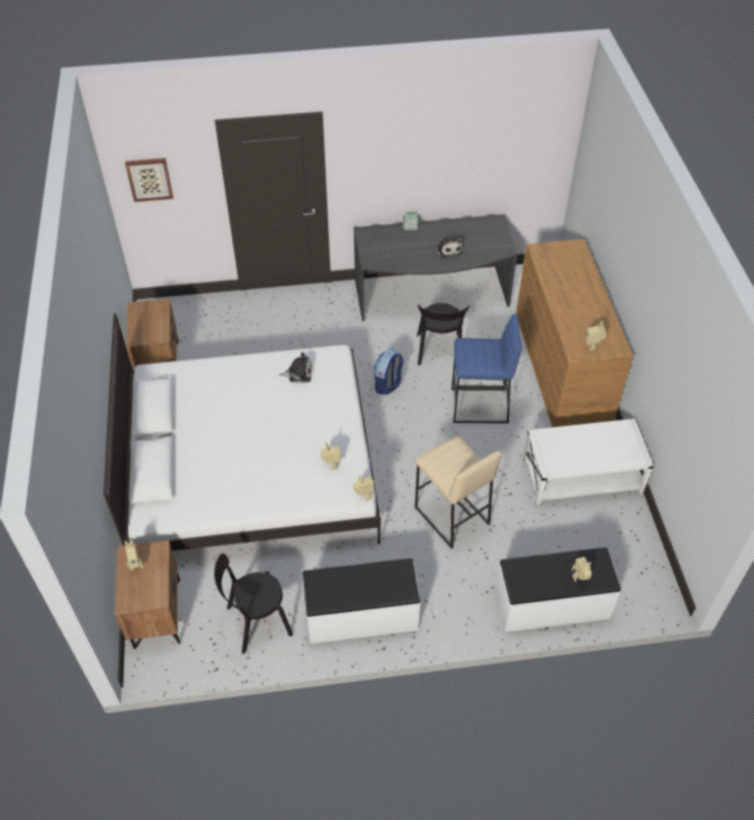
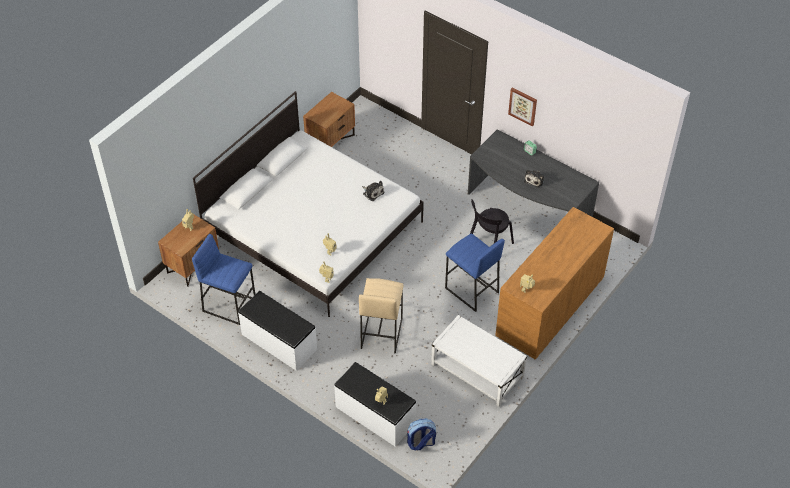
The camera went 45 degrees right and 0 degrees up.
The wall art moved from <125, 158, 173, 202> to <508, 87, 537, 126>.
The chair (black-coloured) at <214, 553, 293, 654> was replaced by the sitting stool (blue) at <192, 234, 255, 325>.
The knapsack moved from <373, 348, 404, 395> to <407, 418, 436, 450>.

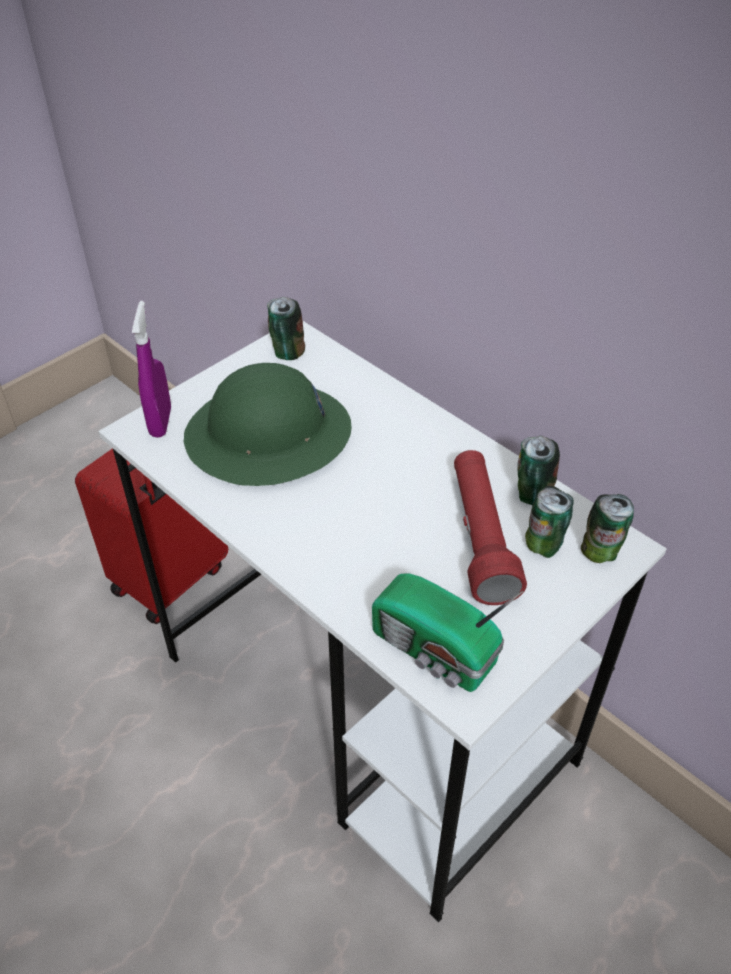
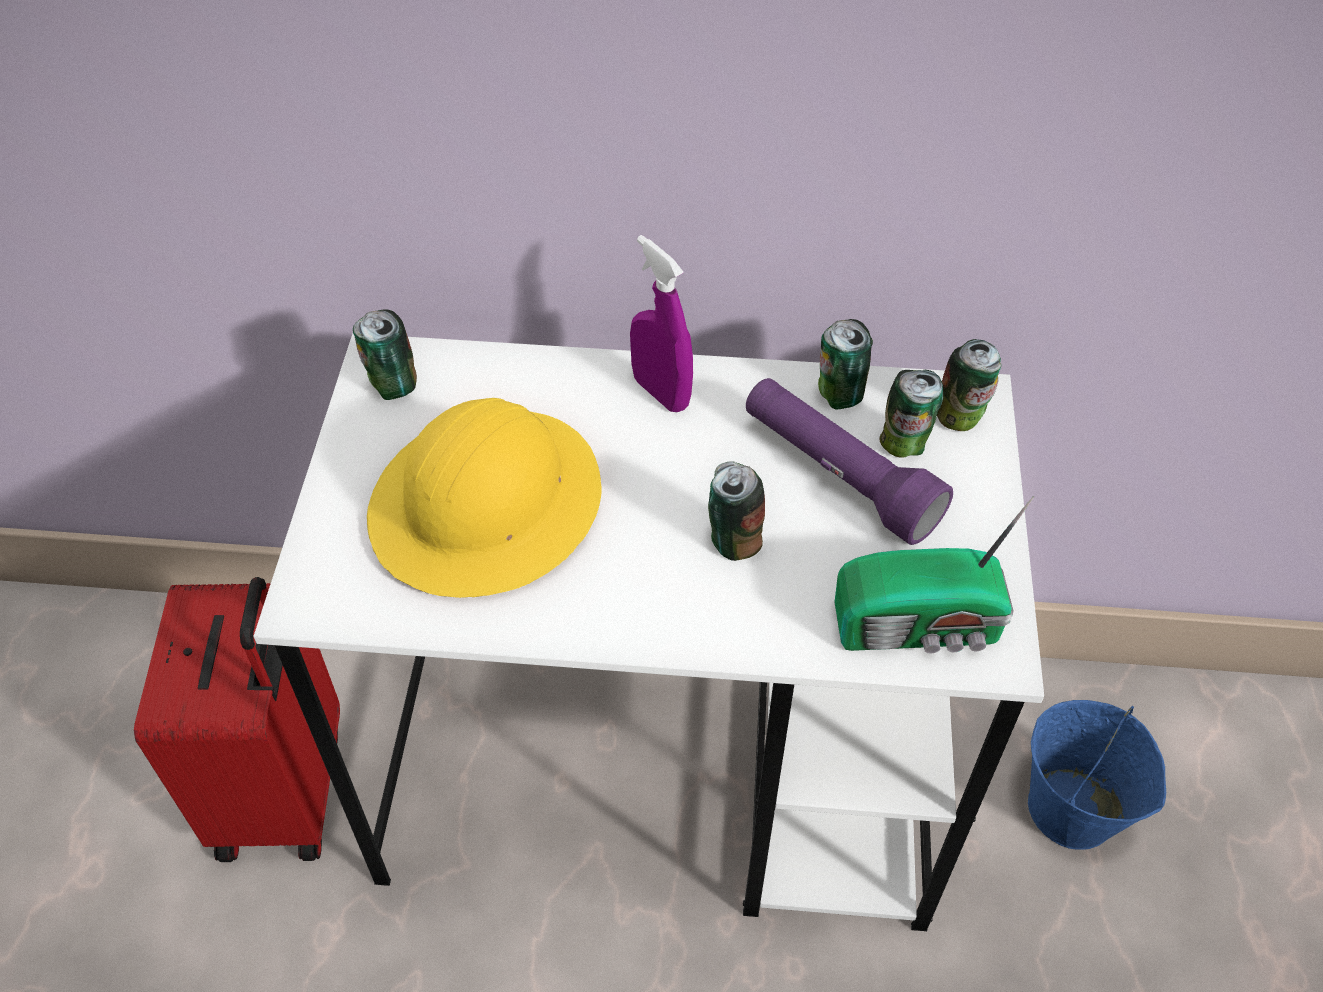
The camera went 40 degrees left and 5 degrees up.
The hand sprayer (purple) moved from <132, 301, 171, 438> to <630, 235, 693, 412>.
The safety helmet (green) at <183, 363, 352, 486> became the safety helmet (yellow) at <367, 398, 602, 598>.
The flashlight (reddish) at <454, 450, 527, 605> became the flashlight (purple) at <746, 378, 953, 545>.
The metal can at <708, 461, 765, 561> appeared.
The pail (blue) at <1028, 700, 1166, 850> appeared.

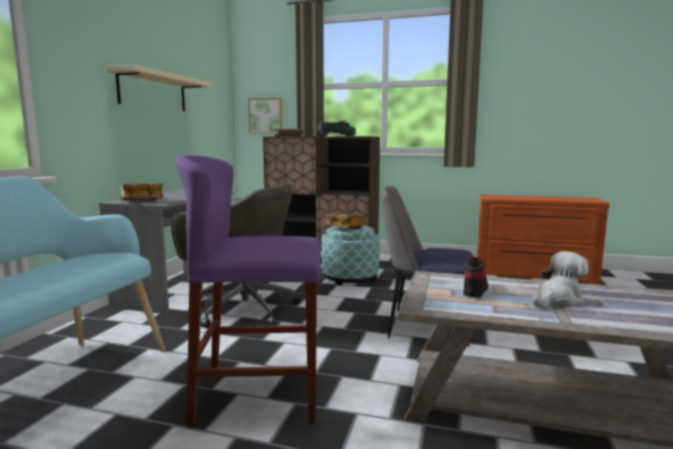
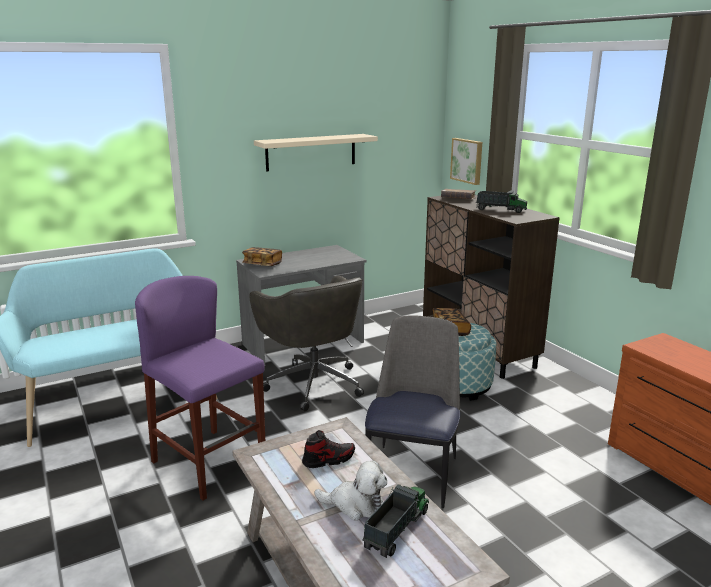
The camera went 45 degrees right and 10 degrees up.
The chair at <381, 186, 474, 346> turned 45 degrees clockwise.
The toy truck at <363, 484, 429, 558> appeared.

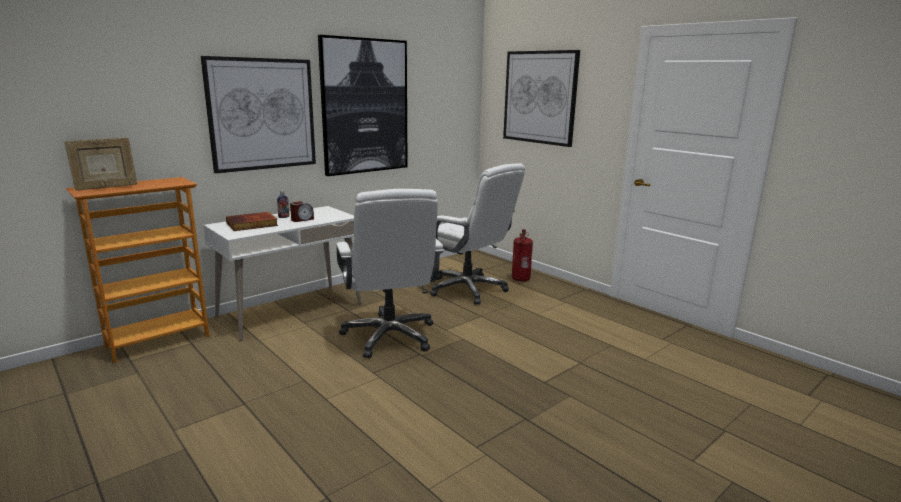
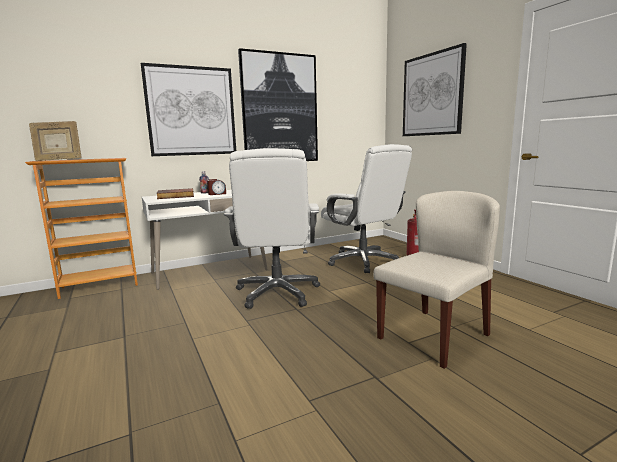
The camera went 15 degrees right and 5 degrees down.
The chair (beige-coloured) at <373, 191, 500, 369> appeared.

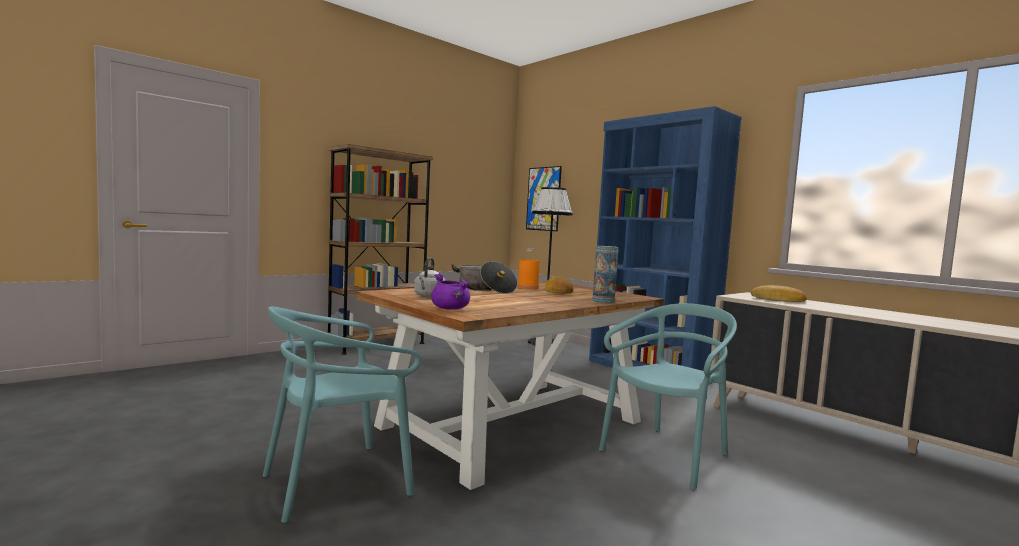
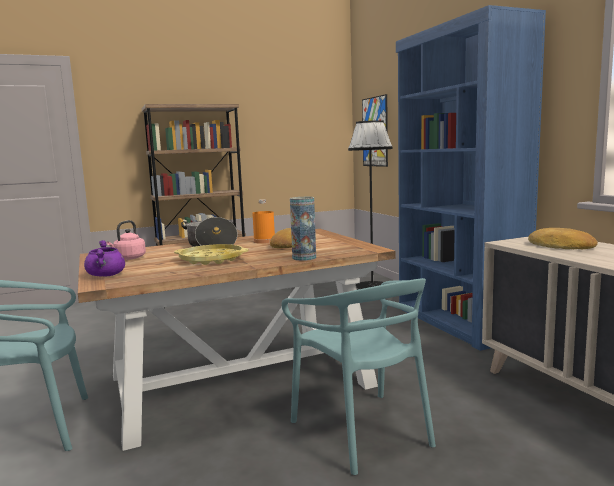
The camera went 20 degrees right and 5 degrees up.
The water kettle (greyish) at <414, 257, 446, 297> became the water kettle (pinkish) at <107, 220, 146, 260>.
The chair (blue-green) at <599, 303, 737, 490> turned 90 degrees clockwise.
The serving tray (yellow) at <174, 244, 248, 265> appeared.

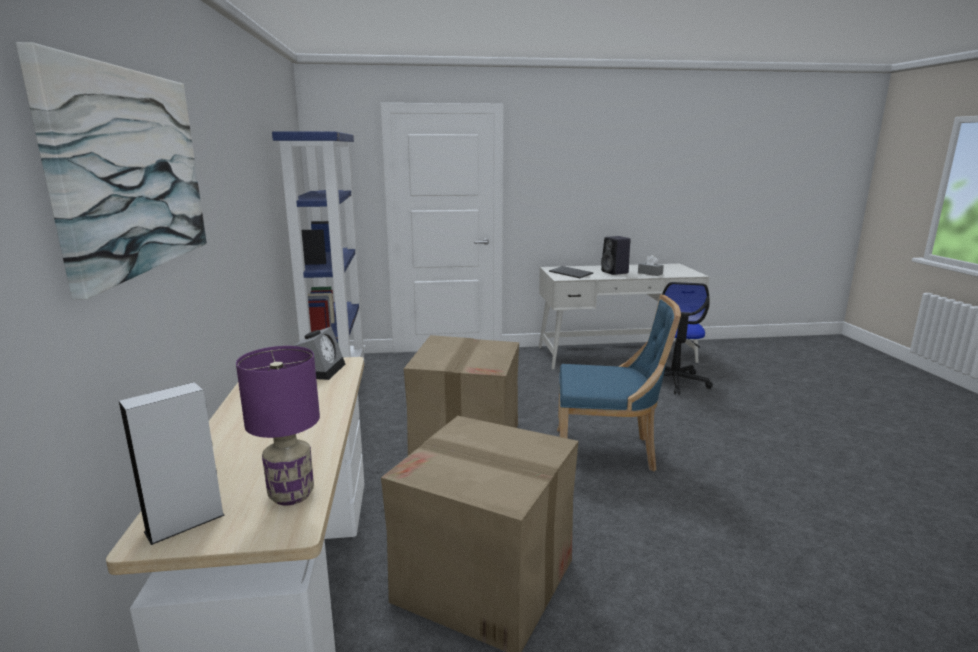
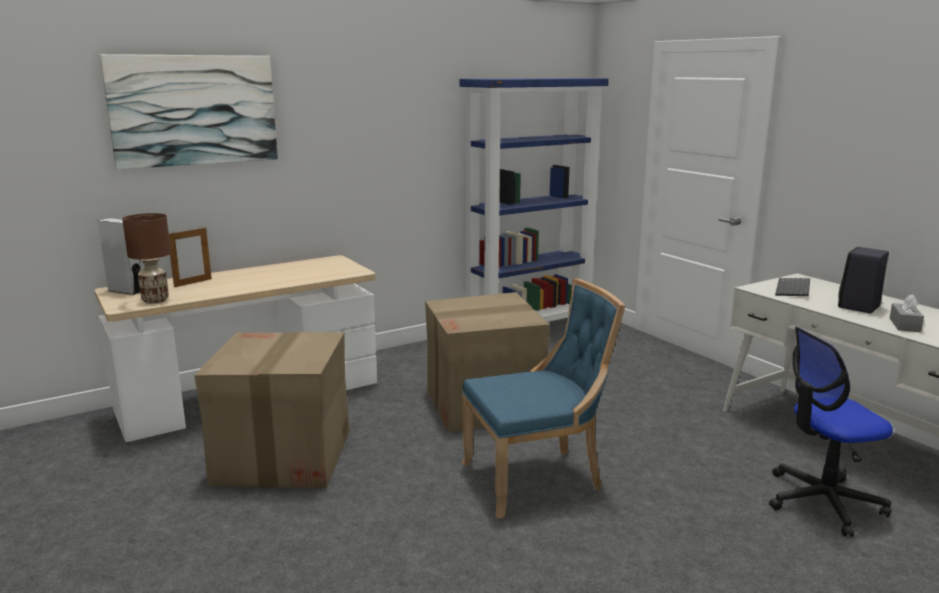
The camera went 65 degrees right and 0 degrees up.
The lamp for a table (purple) at <236, 346, 320, 505> became the lamp for a table (brownish) at <122, 213, 171, 304>.
The table clock at <294, 327, 345, 380> disappeared.
The chair (blue) at <557, 294, 681, 471> turned 90 degrees counterclockwise.
The standing frame at <169, 228, 212, 287> appeared.

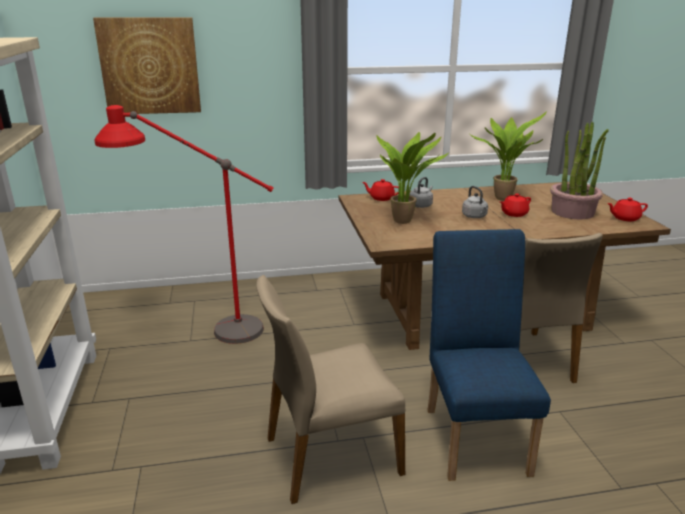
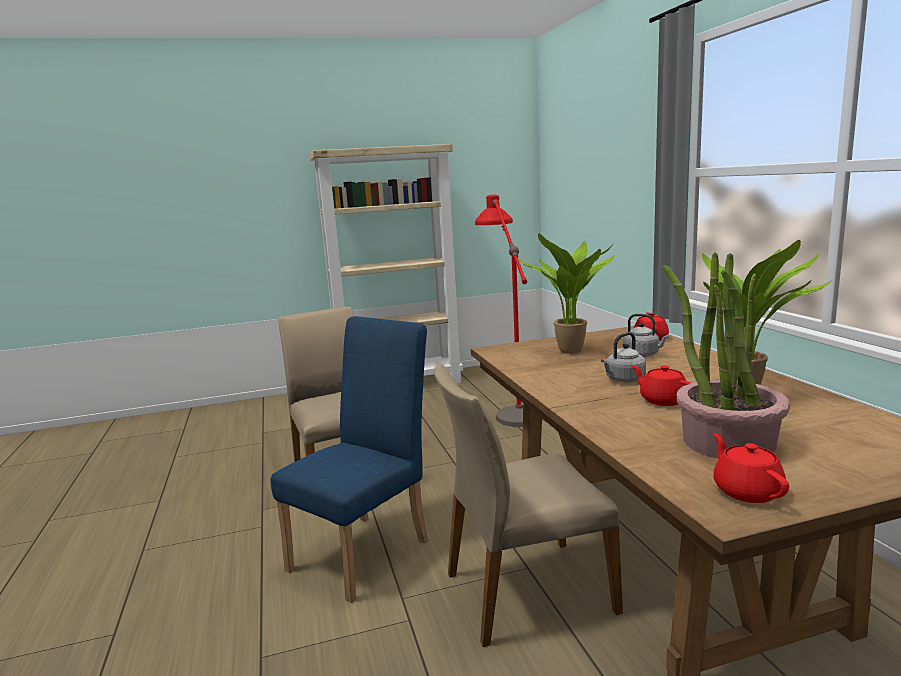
The camera went 85 degrees right and 10 degrees down.
The wall art at <93, 18, 201, 114> disappeared.
The chair (blue) at <428, 229, 551, 481> turned 45 degrees counterclockwise.

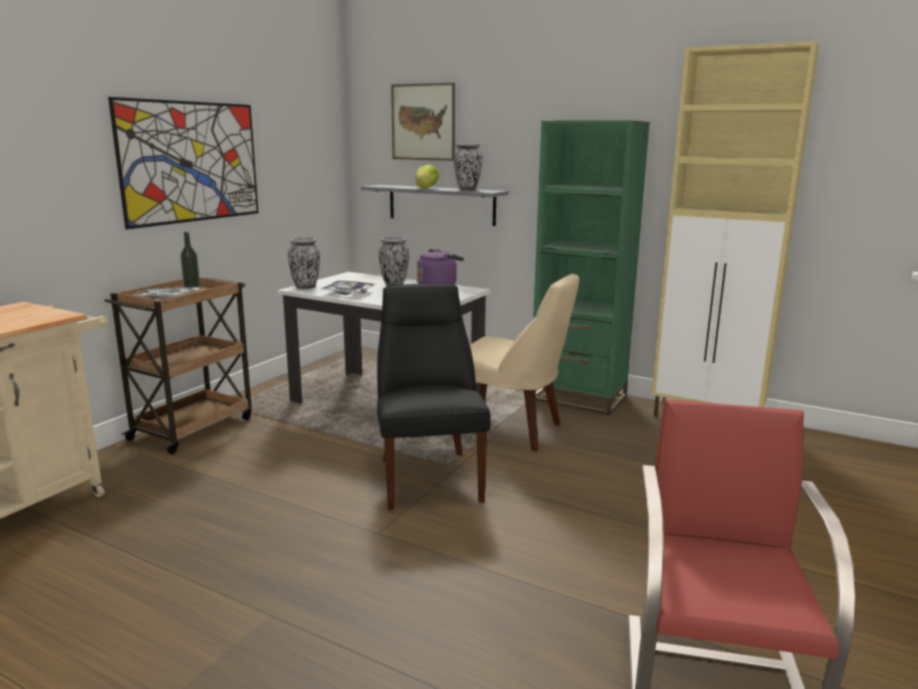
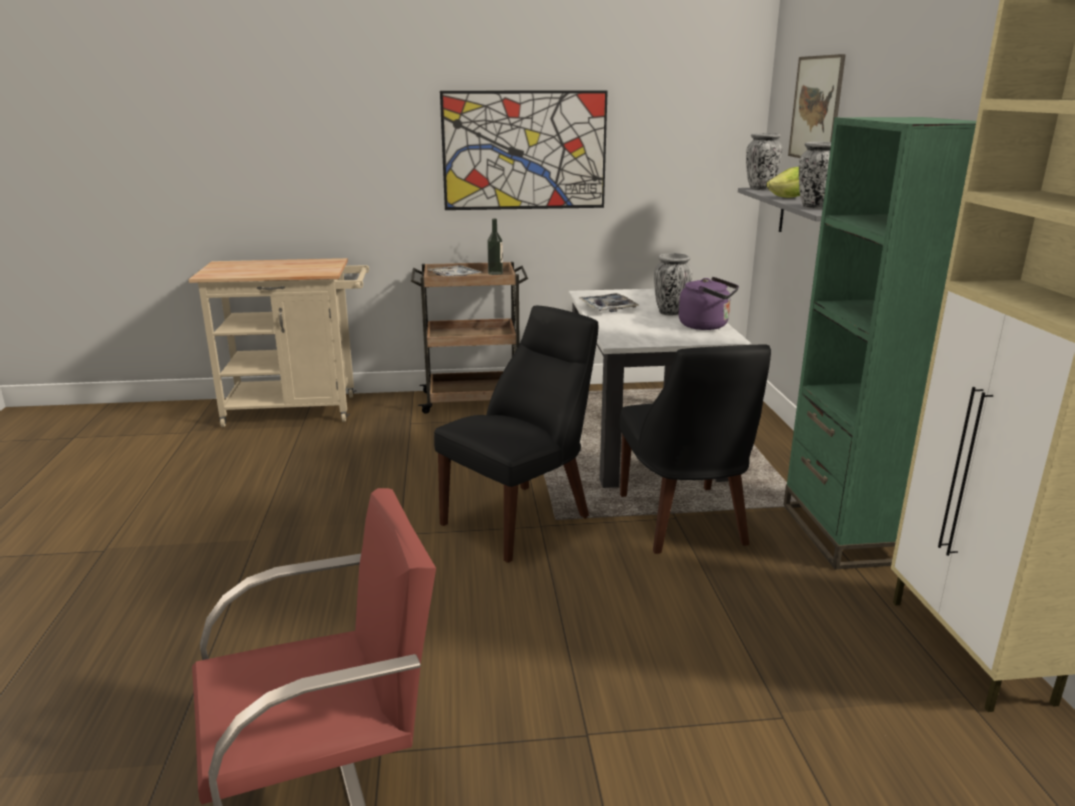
The camera went 55 degrees right and 5 degrees up.
The decorative vase moved from <288, 237, 320, 289> to <746, 133, 782, 190>.
The chair (beige-coloured) at <470, 274, 579, 451> became the chair (black-coloured) at <619, 345, 771, 554>.

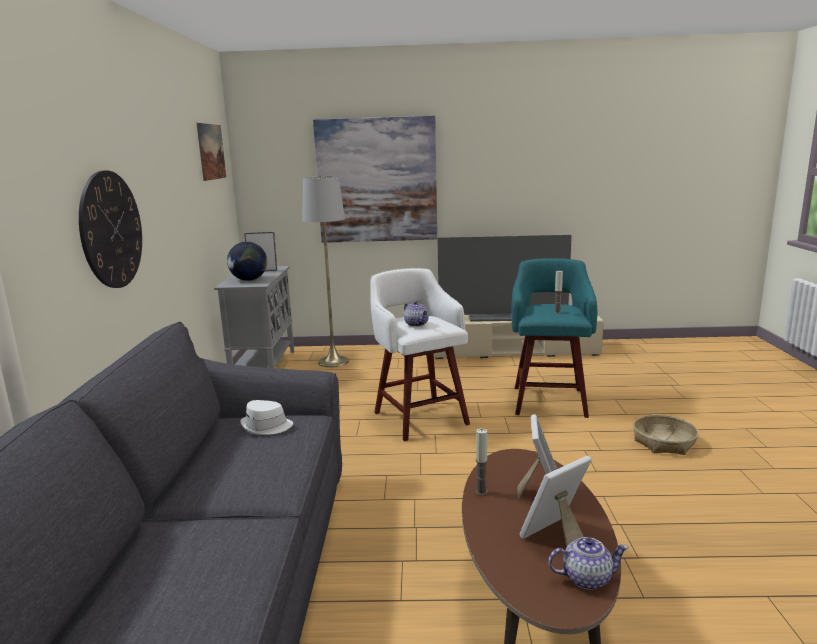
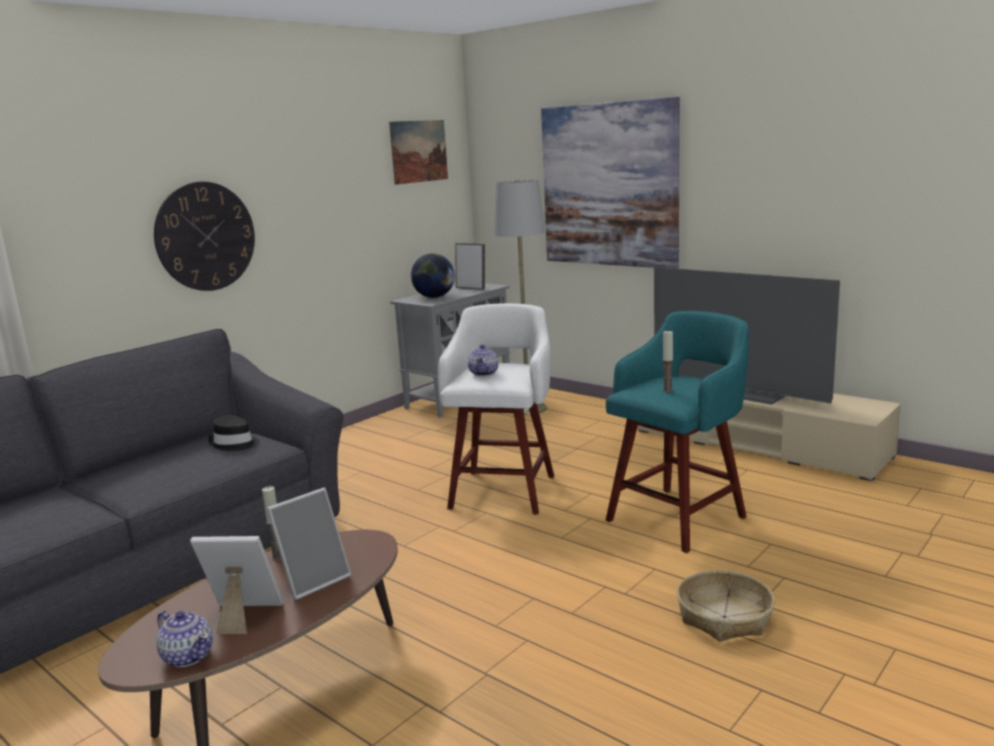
The camera went 40 degrees right and 0 degrees up.
The wearable hat (whitish) at <240, 400, 293, 435> became the wearable hat (black-coloured) at <208, 415, 259, 451>.

